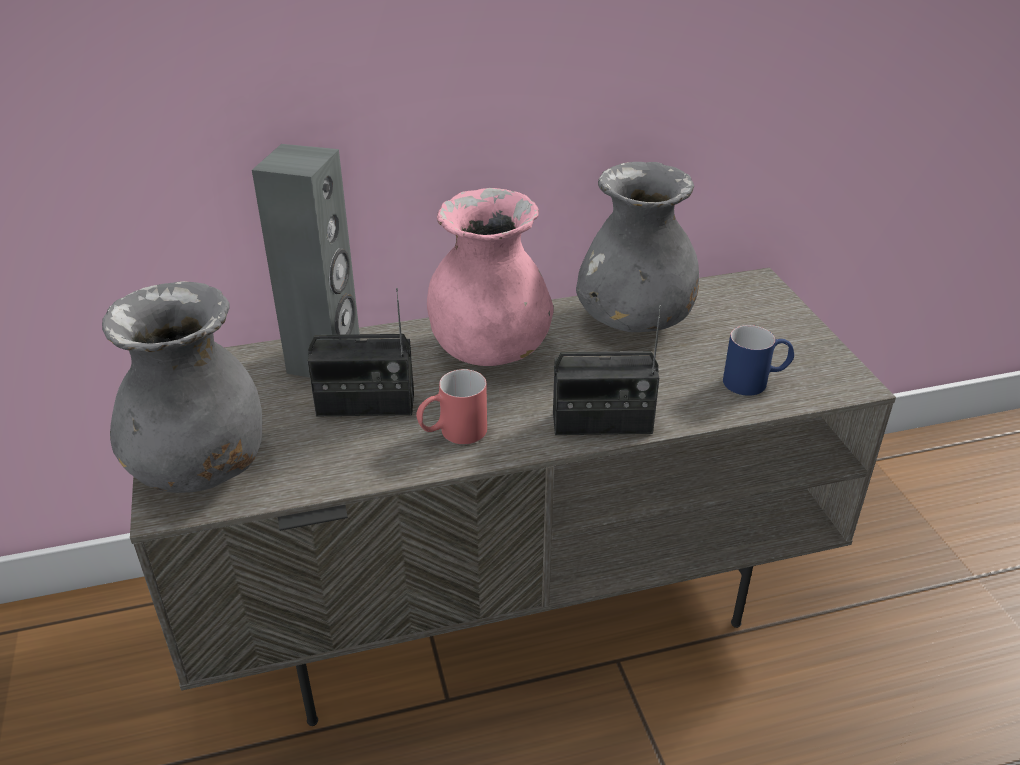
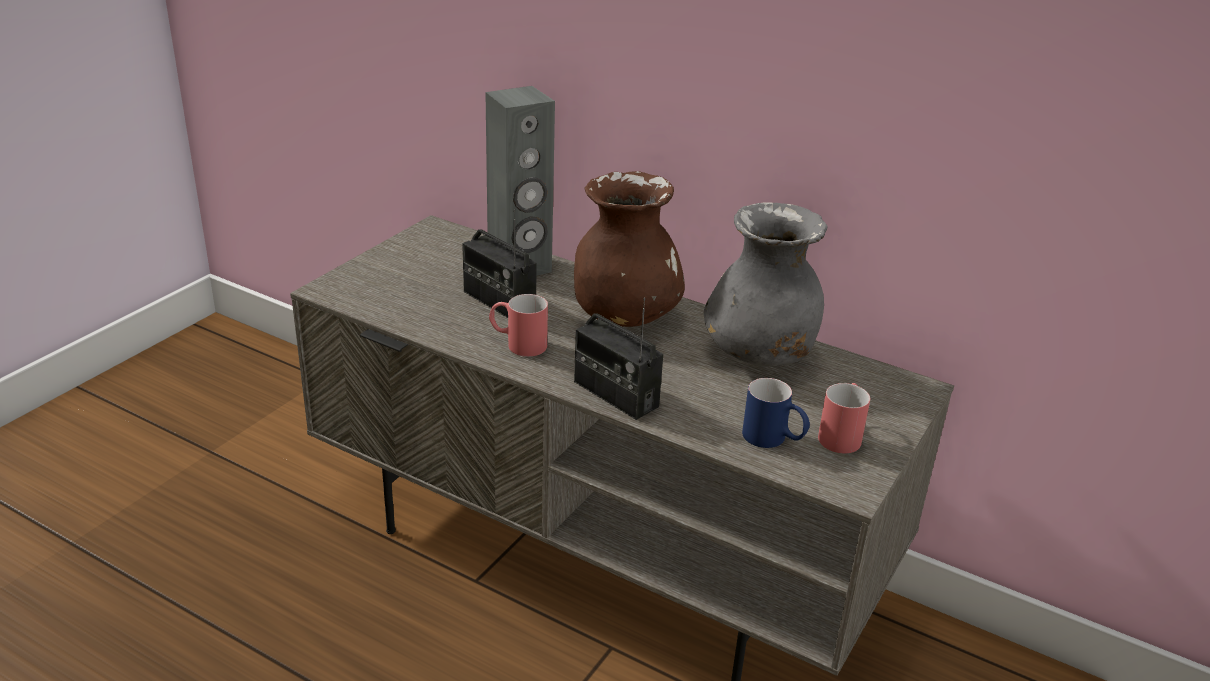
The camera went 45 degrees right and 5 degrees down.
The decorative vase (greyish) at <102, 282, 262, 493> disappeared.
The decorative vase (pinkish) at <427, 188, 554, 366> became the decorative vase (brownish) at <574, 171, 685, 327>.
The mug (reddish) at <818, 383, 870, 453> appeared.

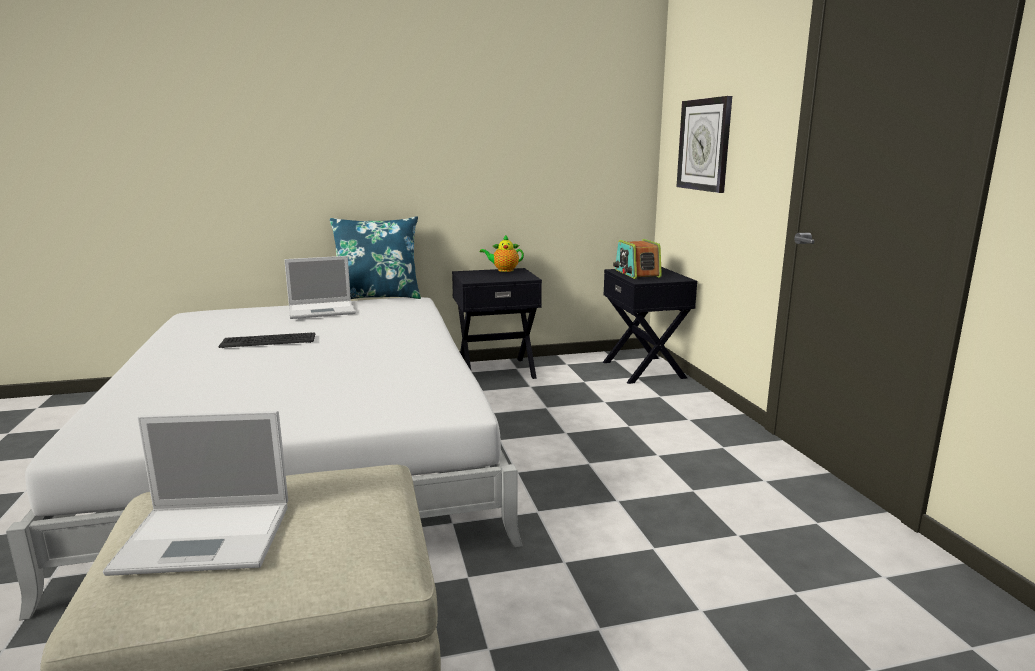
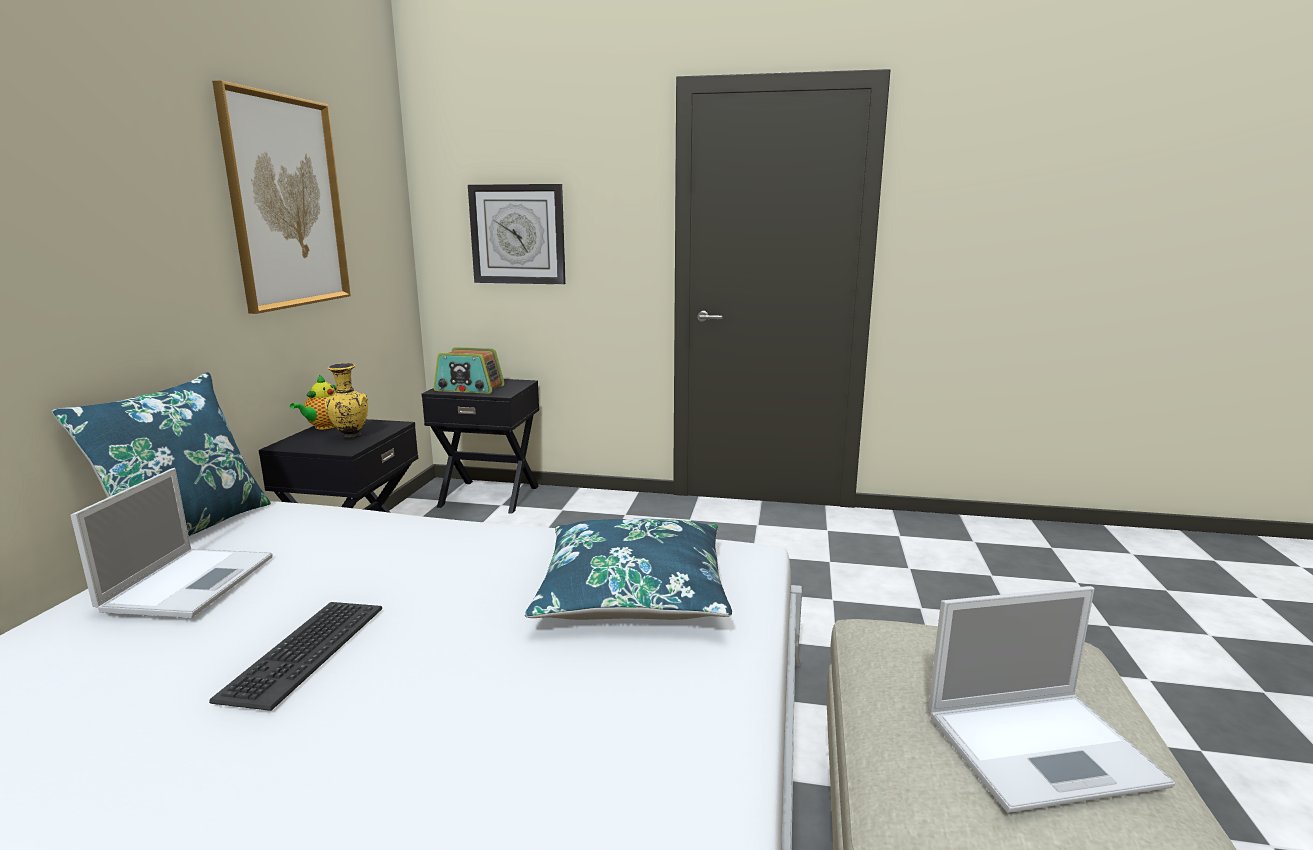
The camera went 65 degrees left and 0 degrees up.
The portable computer at <103, 411, 288, 576> turned 60 degrees clockwise.
The wall art at <212, 80, 351, 314> appeared.
The decorative vase (yellow) at <325, 363, 368, 439> appeared.
The pillow (blue) at <525, 519, 732, 620> appeared.

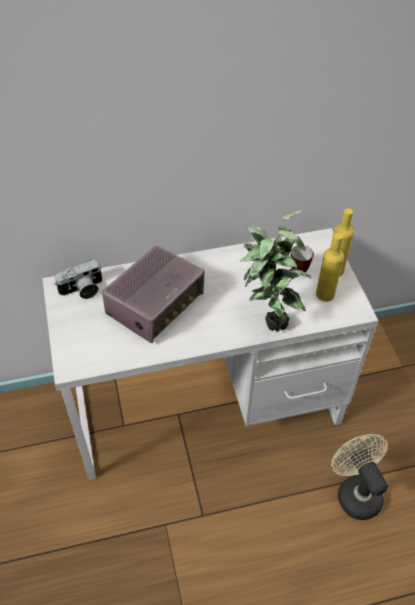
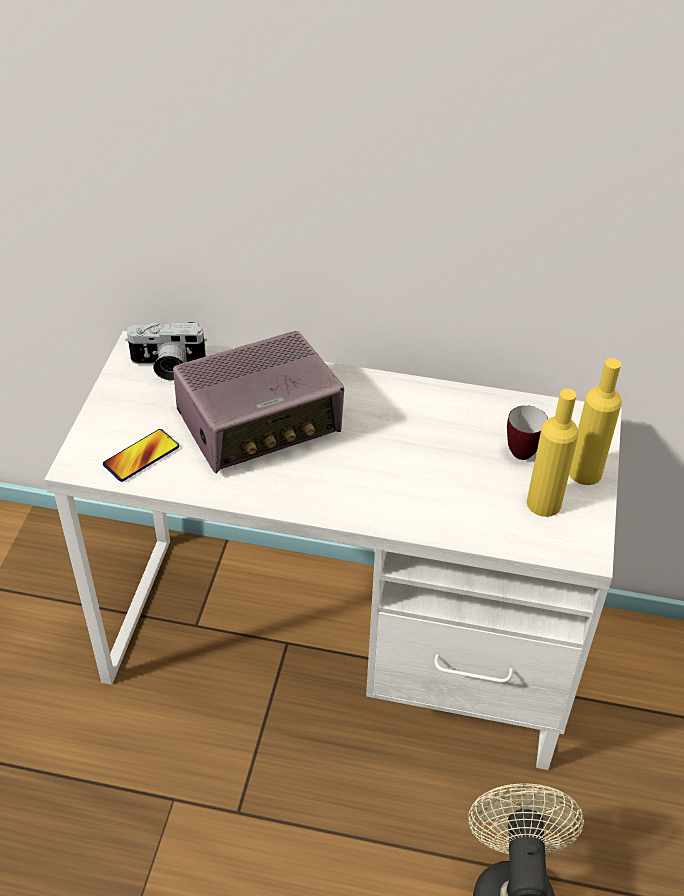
The camera went 25 degrees right and 5 degrees down.
The plant in a pot at <240, 210, 312, 332> disappeared.
The telephone at <103, 429, 179, 482> appeared.

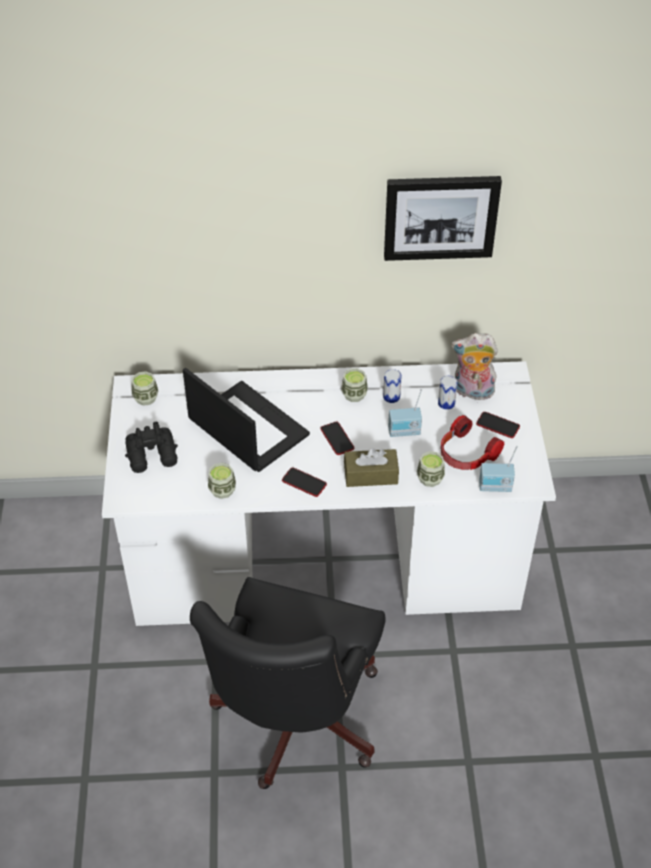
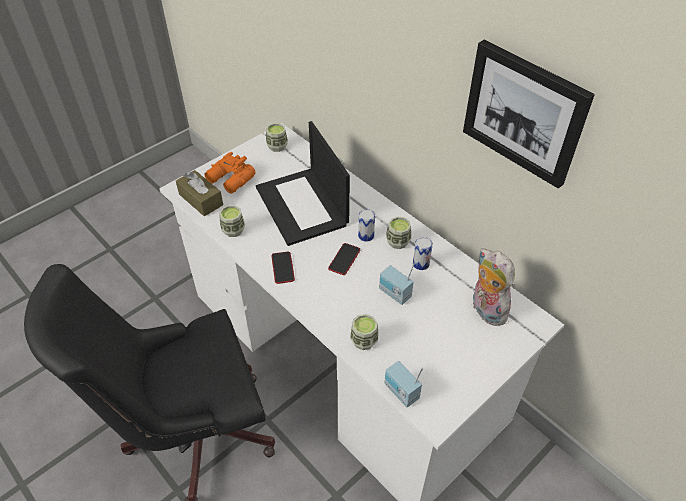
The camera went 50 degrees right and 0 degrees up.
The field glasses (black-coloured) at <125, 422, 178, 473> became the field glasses (orangey) at <204, 152, 256, 194>.
The portable computer at <183, 368, 310, 472> turned 150 degrees clockwise.
The tissue holder (brownish) moved from <344, 448, 399, 487> to <176, 170, 223, 216>.
The metal can moved from <438, 376, 458, 410> to <358, 209, 375, 242>.
The pair of headphones at <440, 415, 504, 470> disappeared.
The telephone at <476, 412, 520, 438> disappeared.

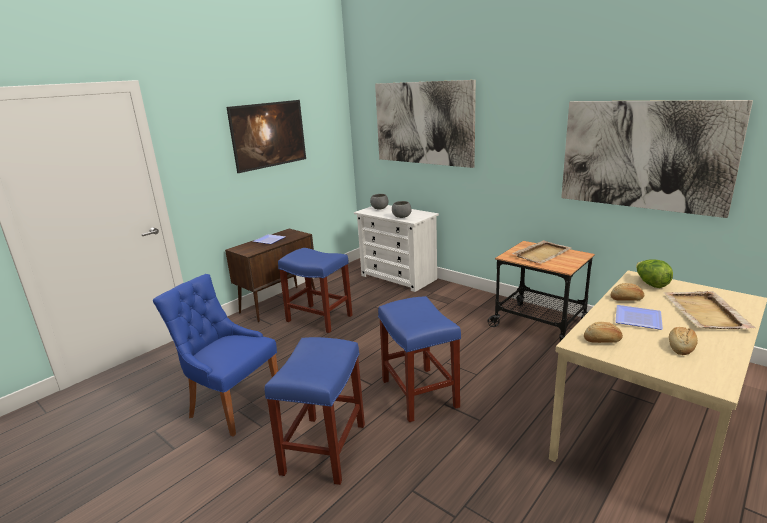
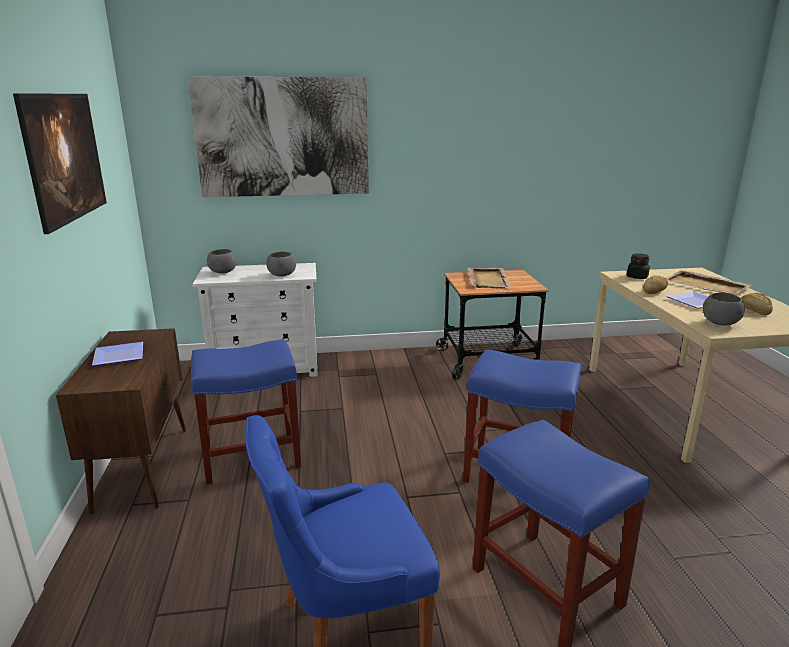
The camera went 50 degrees left and 0 degrees up.
The wall art at <561, 100, 753, 218> disappeared.
The bread at <584, 322, 623, 343> was replaced by the bowl (greyish) at <703, 293, 745, 325>.
The head of lettuce at <636, 259, 673, 288> was replaced by the preserve jar (black-coloured) at <627, 253, 650, 279>.

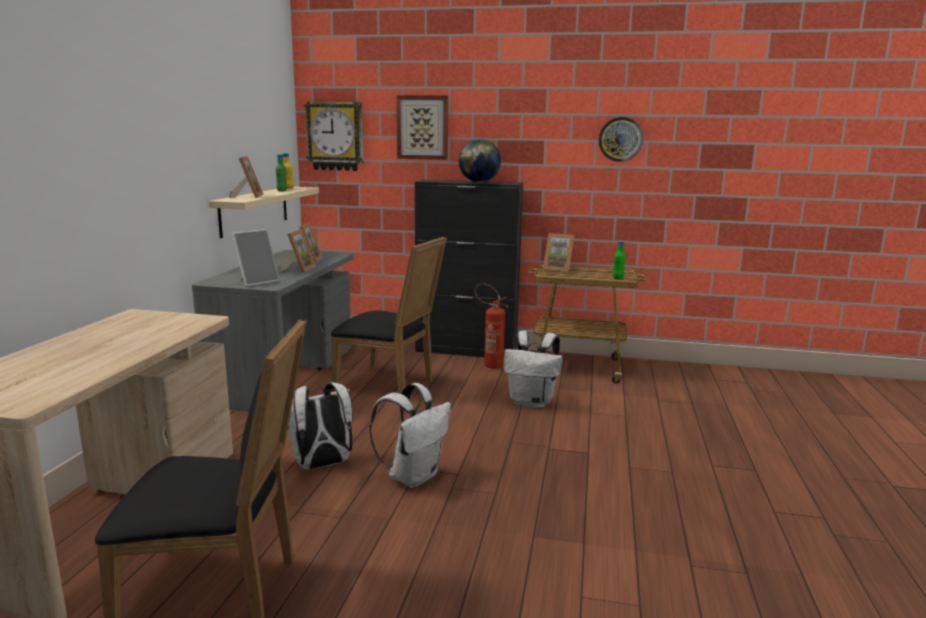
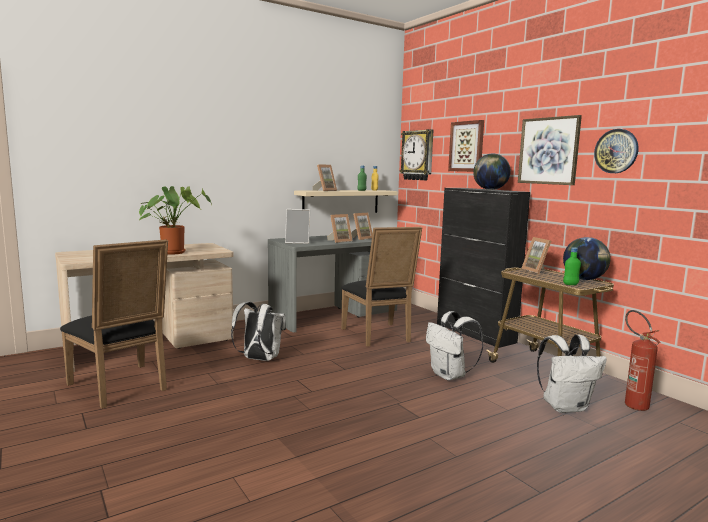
The camera went 45 degrees right and 5 degrees down.
The knapsack (whitish) moved from <369, 383, 451, 488> to <537, 335, 607, 413>.
The fire-fighting cylinder moved from <474, 283, 509, 369> to <625, 310, 661, 411>.
The plant in a pot at <139, 186, 212, 255> appeared.
The wall art at <518, 115, 582, 185> appeared.
The world globe at <563, 237, 611, 280> appeared.

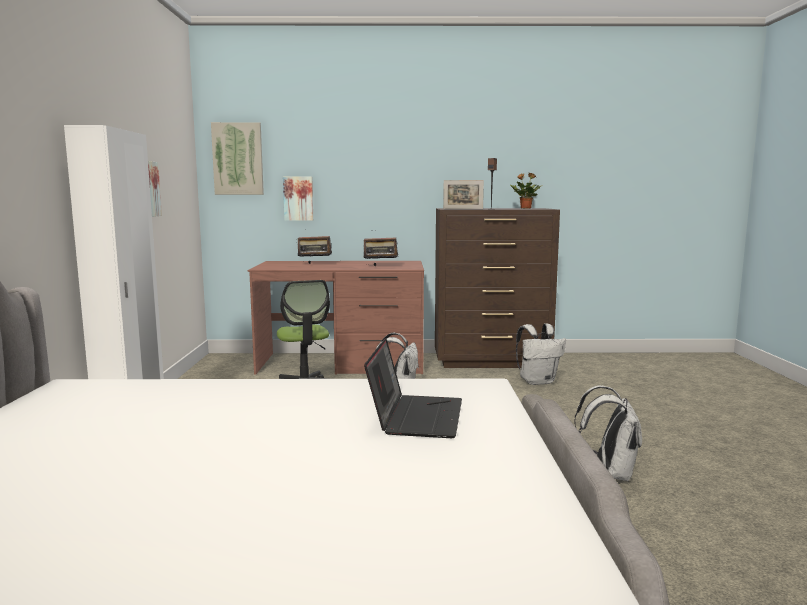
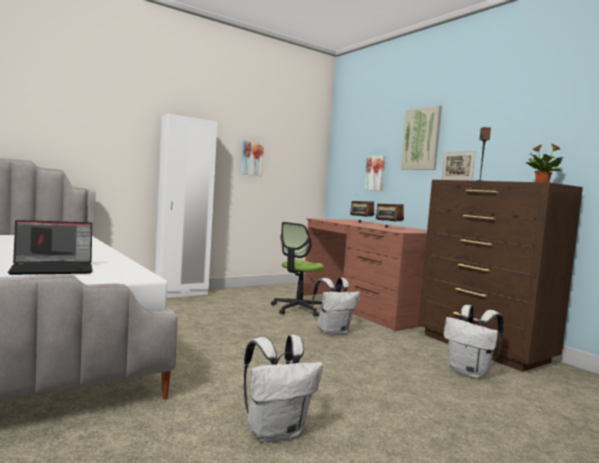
The camera went 55 degrees right and 5 degrees down.
The wall art moved from <211, 122, 264, 195> to <401, 105, 442, 170>.

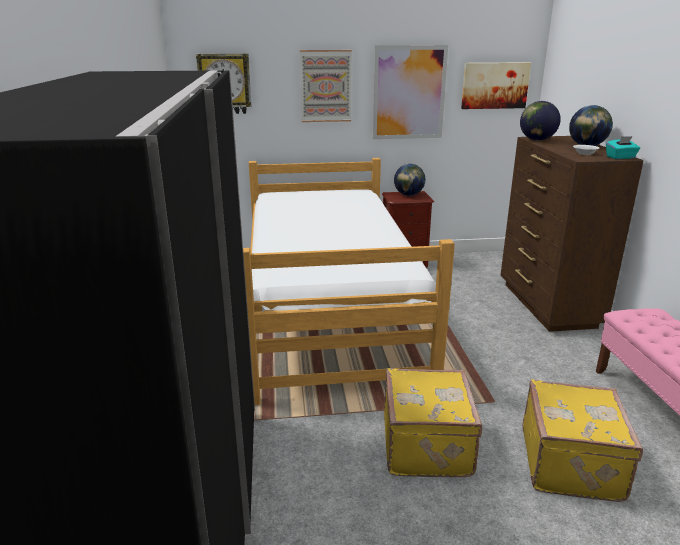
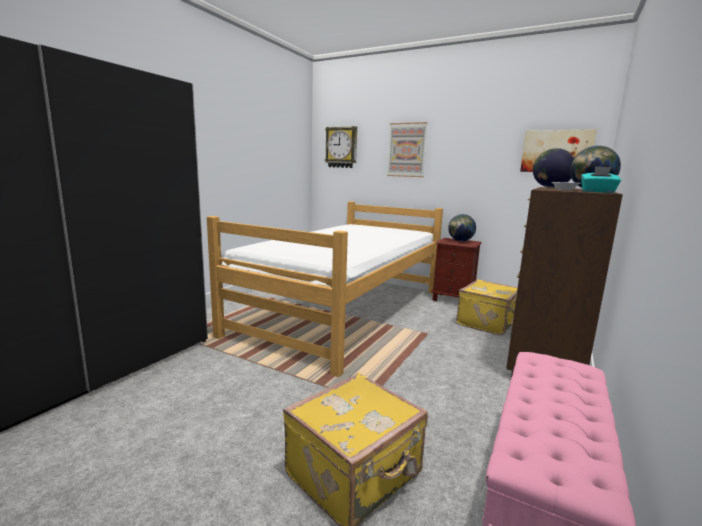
The camera went 35 degrees right and 10 degrees down.
The wall art at <372, 45, 448, 139> disappeared.
The suitcase (yellow) moved from <384, 368, 483, 477> to <456, 279, 518, 335>.

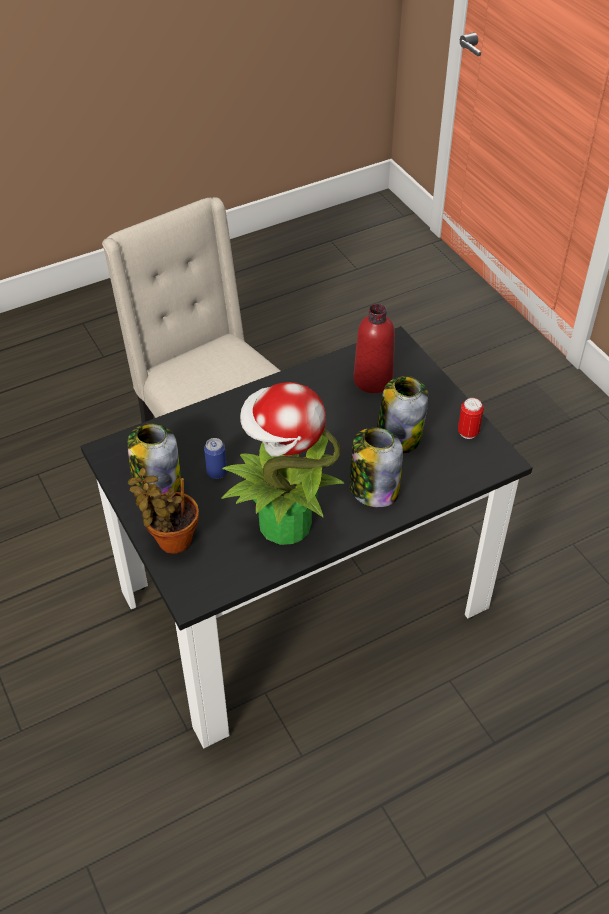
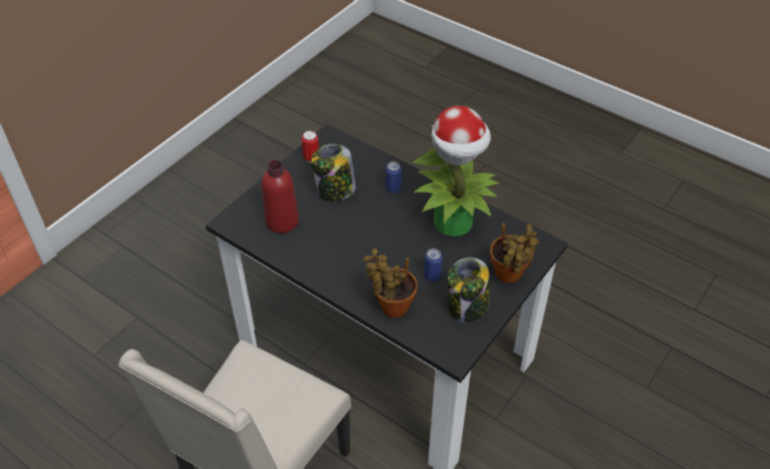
The camera went 115 degrees left and 0 degrees up.
The preserve jar at <350, 427, 403, 507> was replaced by the metal can at <386, 161, 401, 193>.
The plant in a pot at <363, 248, 418, 318> appeared.

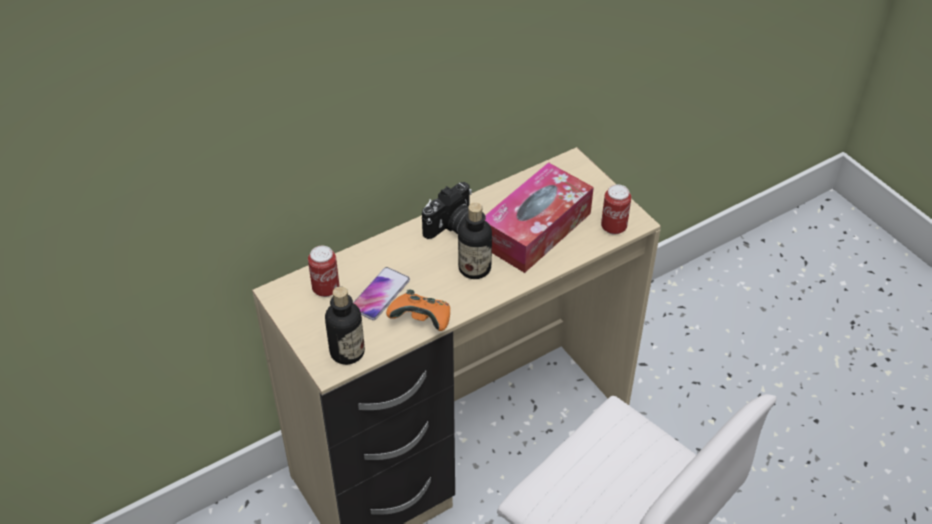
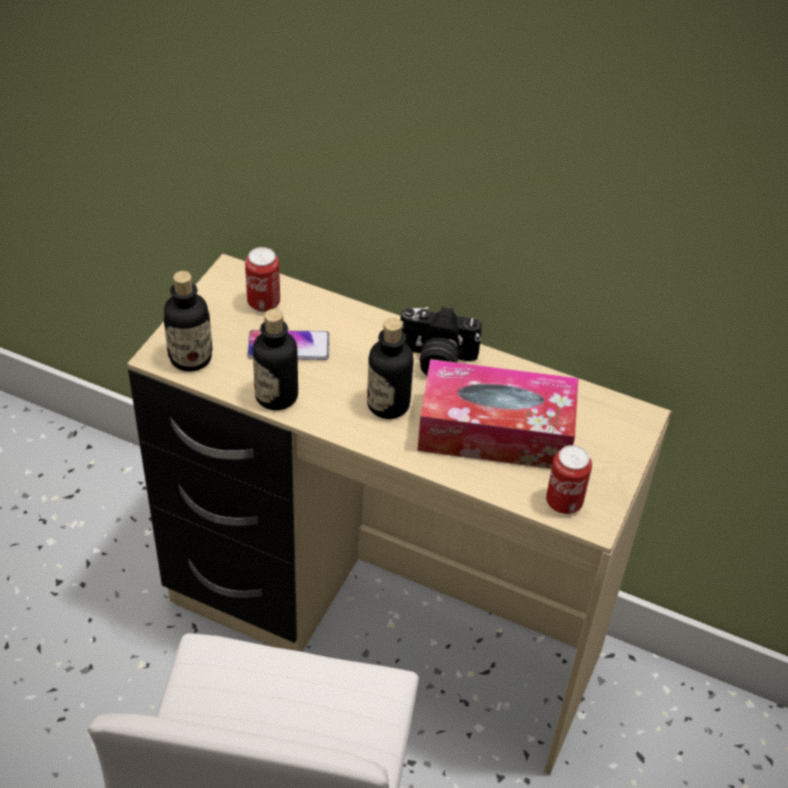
The camera went 55 degrees right and 0 degrees up.
The gamepad (orangey) at <386, 290, 450, 331> was replaced by the drink bottle at <253, 309, 298, 410>.

